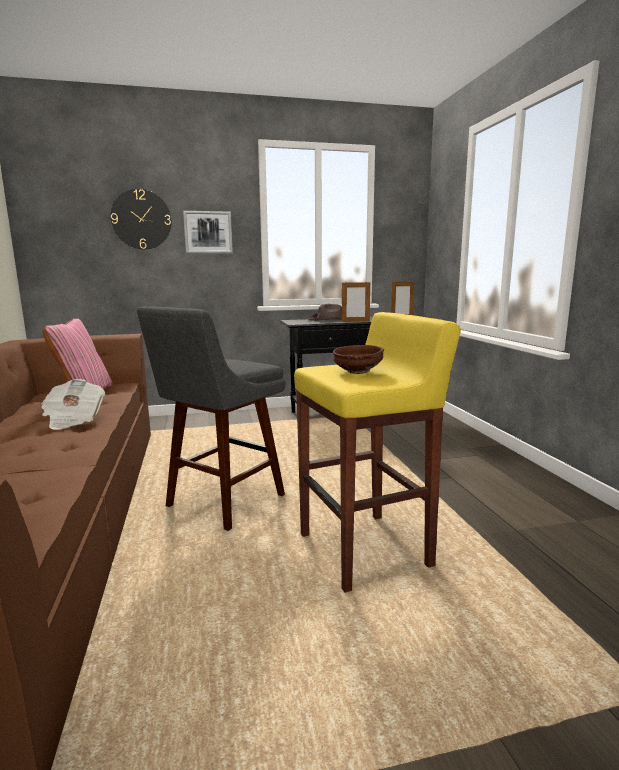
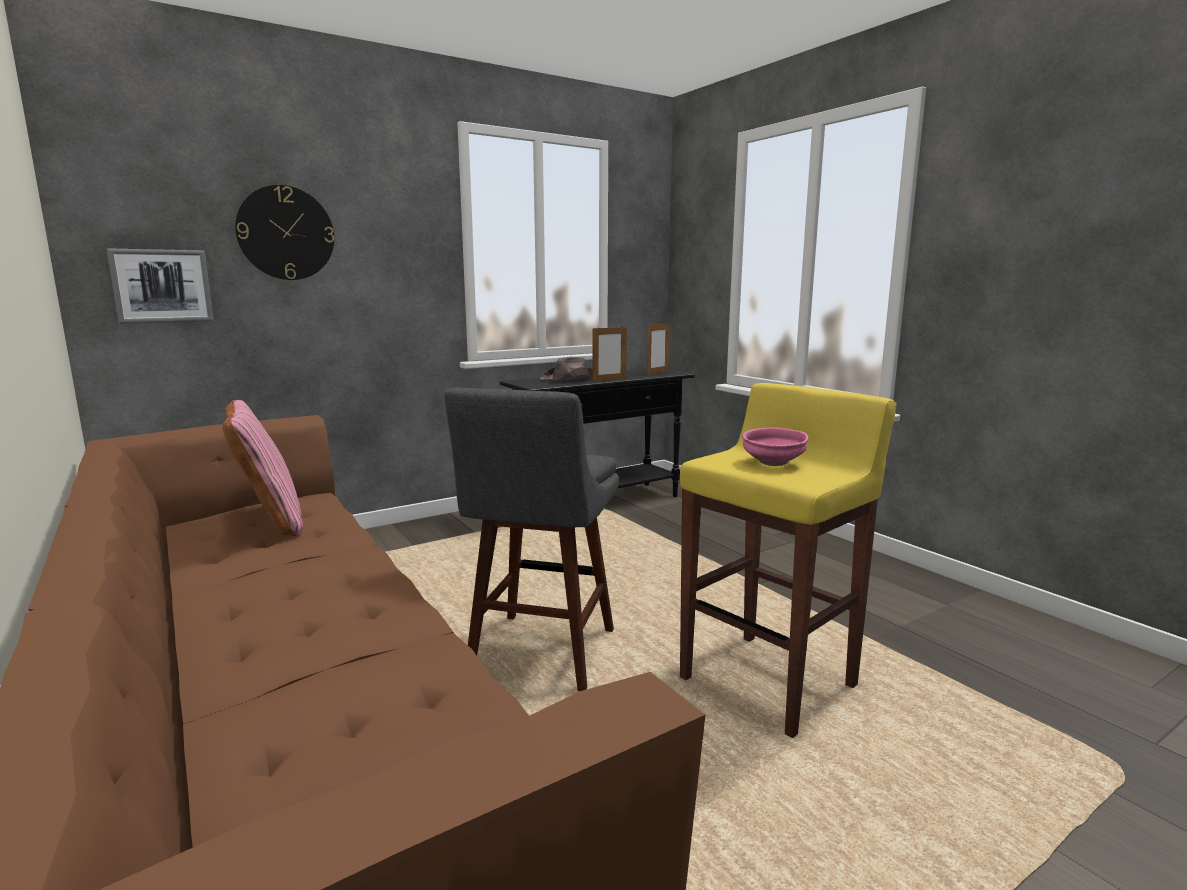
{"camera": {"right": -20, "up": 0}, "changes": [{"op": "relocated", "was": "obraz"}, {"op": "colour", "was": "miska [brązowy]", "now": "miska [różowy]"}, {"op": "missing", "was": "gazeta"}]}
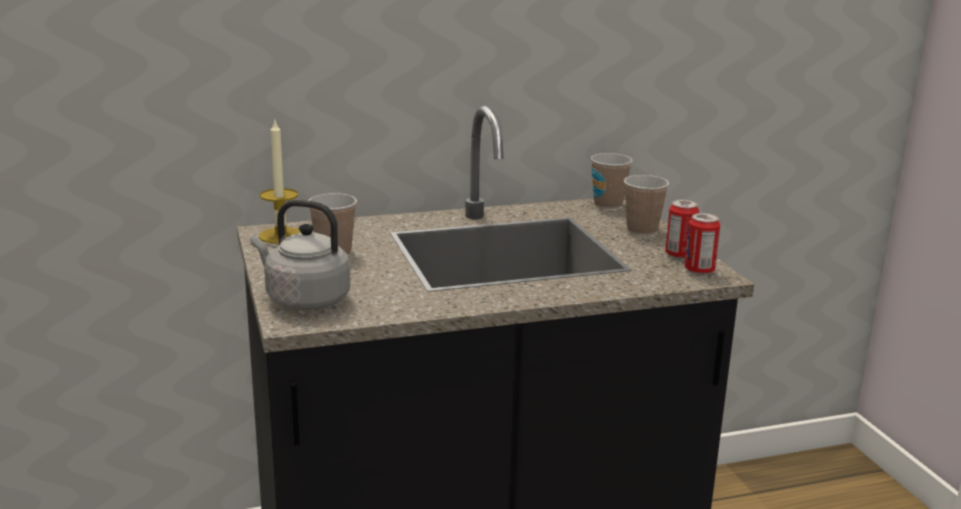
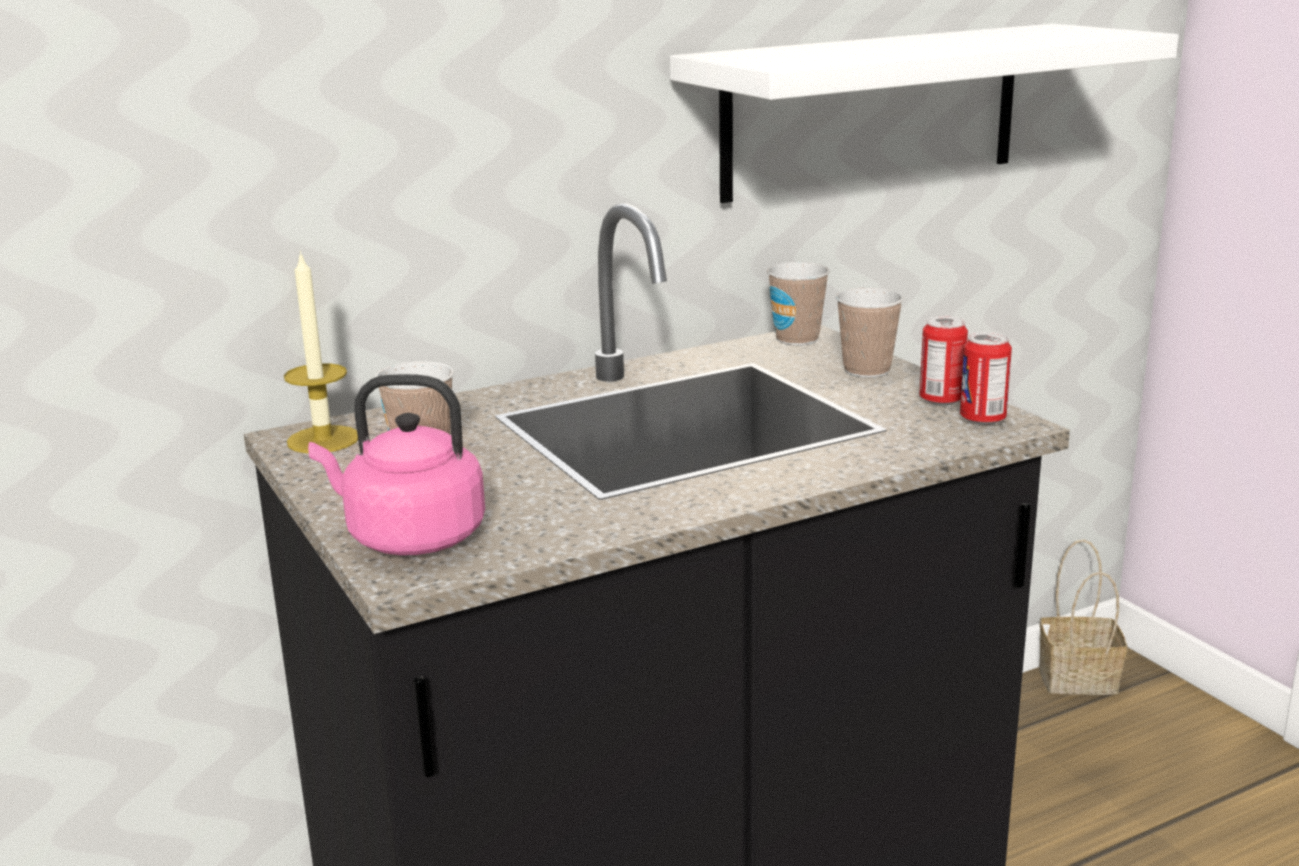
{"camera": {"right": -10, "up": 0}, "changes": [{"op": "colour", "was": "czajnik [szary]", "now": "czajnik [różowy]"}, {"op": "appeared", "now": "półka [biały]"}, {"op": "appeared", "now": "koszyk"}]}
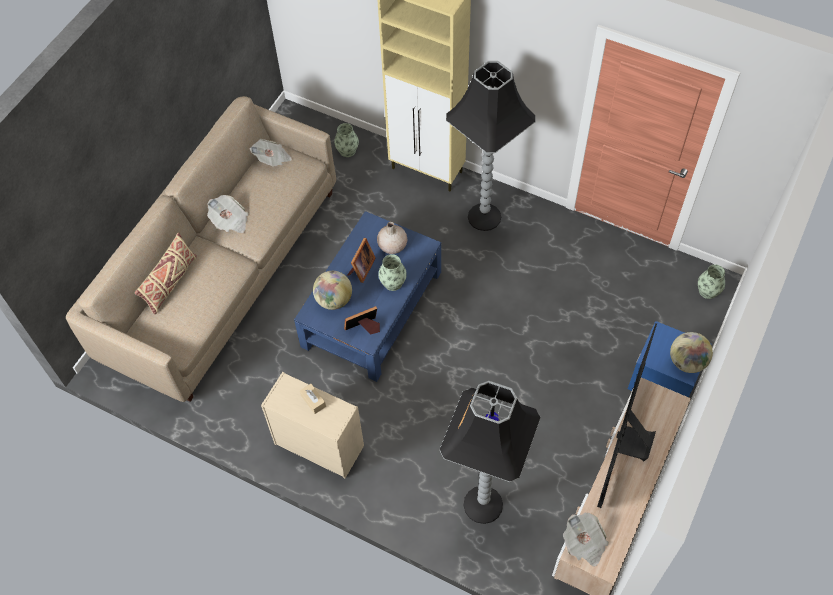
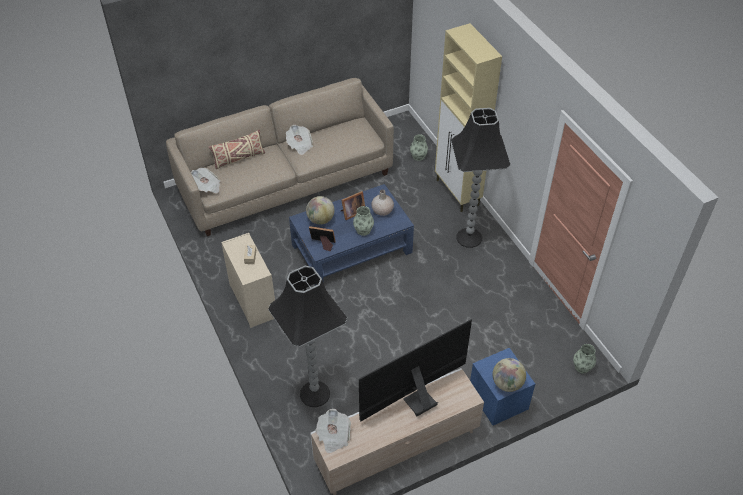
{"camera": {"right": 35, "up": -10}, "changes": [{"op": "relocated", "was": "gazeta (no. 2 from left in the first image)", "now": "gazeta (no. 1 from left)"}]}
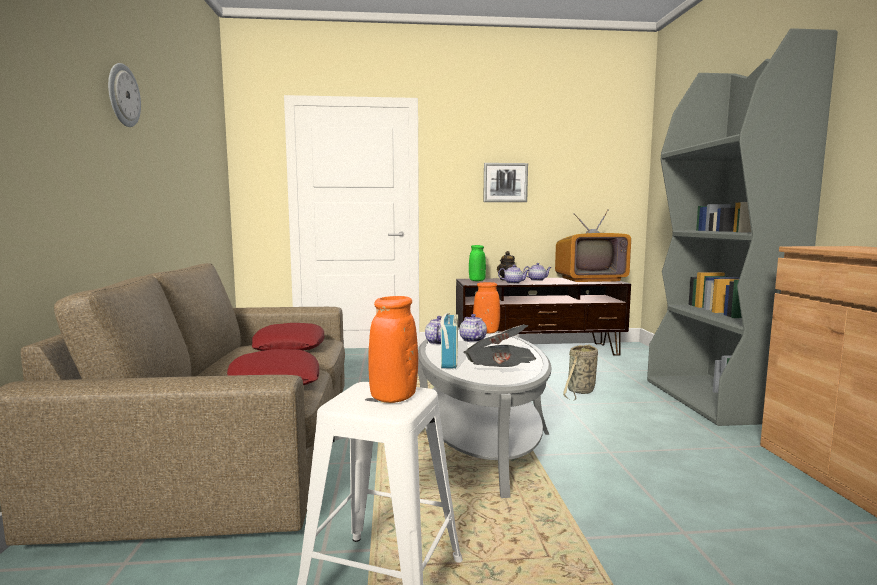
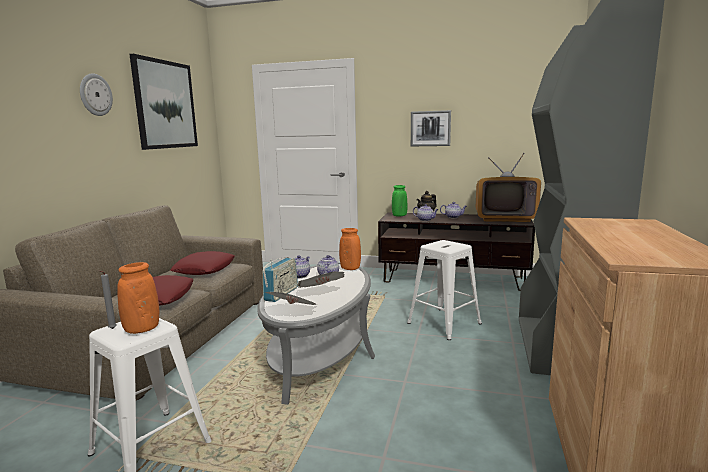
{"camera": {"right": 20, "up": 5}, "changes": [{"op": "appeared", "now": "świeca [szary]"}, {"op": "appeared", "now": "obraz (no. 1 from left)"}, {"op": "exchanged", "was": "koszyk", "now": "stołek [biały] (no. 2 from left)"}]}
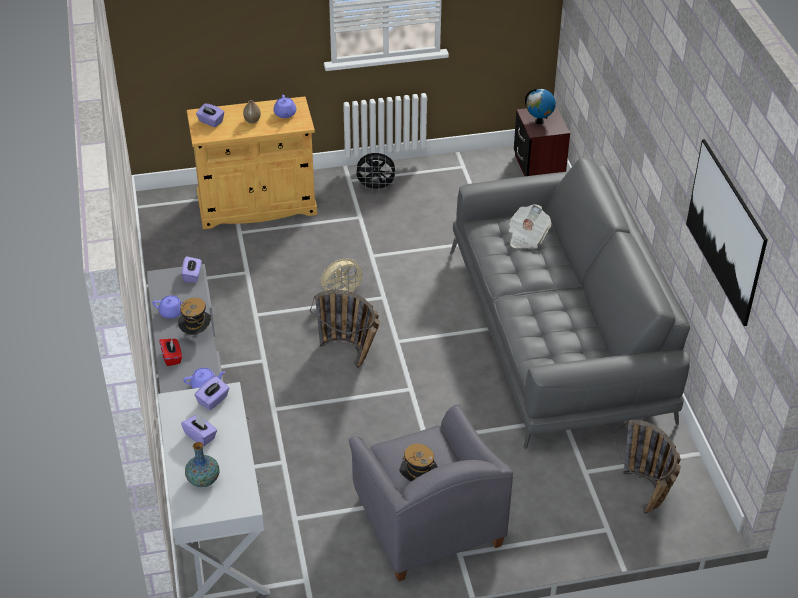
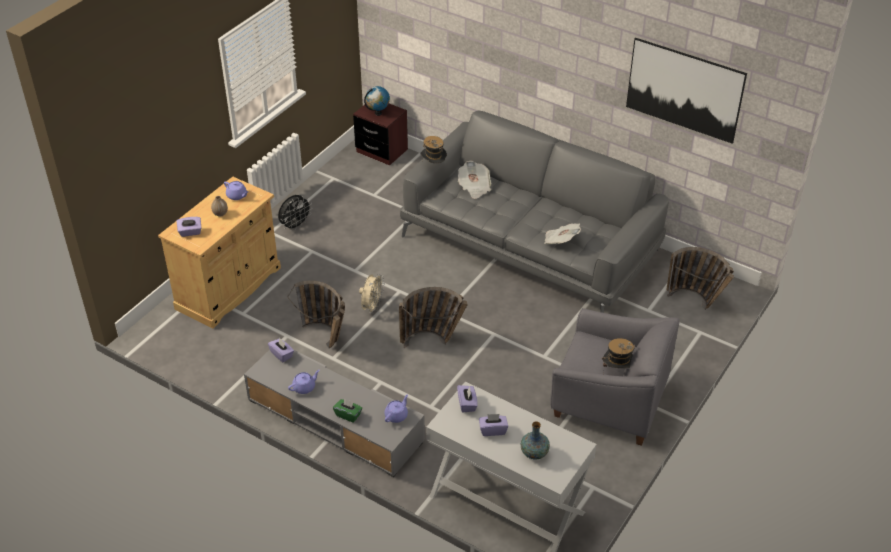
{"camera": {"right": -45, "up": 0}, "changes": [{"op": "appeared", "now": "koszyk (no. 1 from left)"}, {"op": "colour", "was": "pudełko chusteczek [czerwony]", "now": "pudełko chusteczek [zielony]"}, {"op": "relocated", "was": "kapelusz (no. 1 from left)"}, {"op": "appeared", "now": "gazeta (no. 2 from left)"}]}
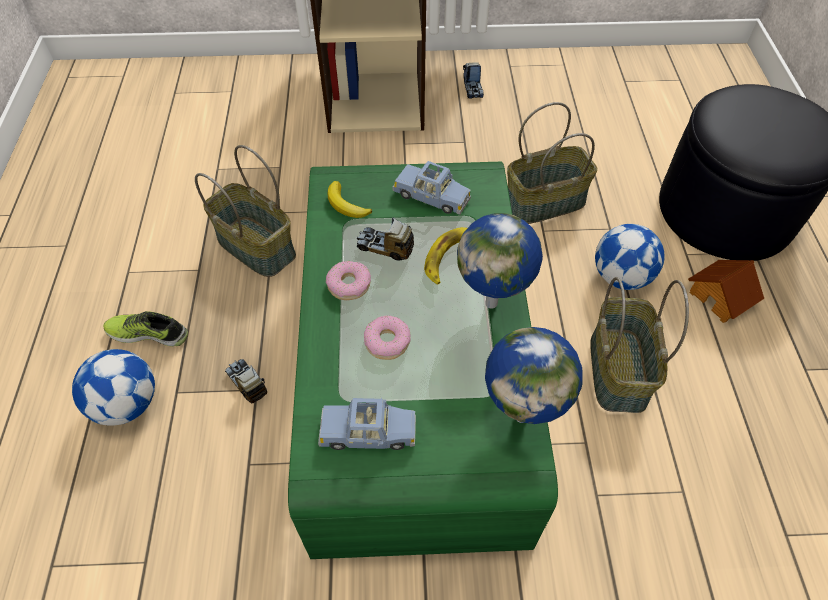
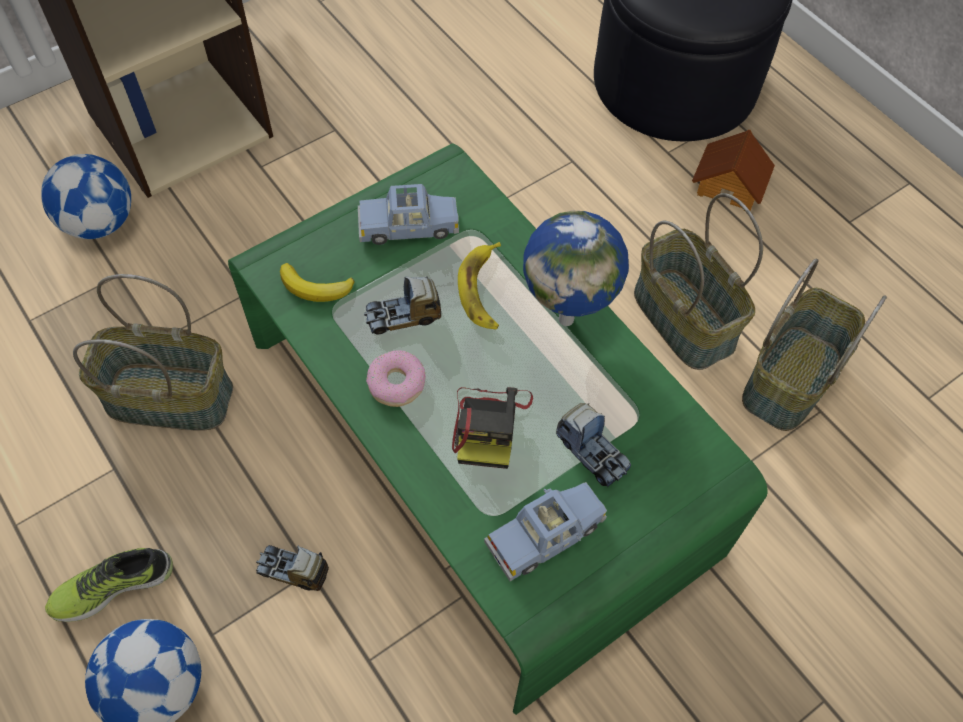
{"camera": {"right": -35, "up": 5}, "changes": [{"op": "relocated", "was": "piłka futbolowa (no. 2 from left in the first image)", "now": "piłka futbolowa (no. 1 from left)"}, {"op": "exchanged", "was": "donut (no. 2 from left)", "now": "aparat fotograficzny"}, {"op": "relocated", "was": "ciężarówka zabawkowa (no. 3 from left)"}, {"op": "relocated", "was": "koszyk (no. 2 from left in the first image)", "now": "koszyk (no. 3 from left)"}, {"op": "missing", "was": "globus (no. 2 from left)"}]}
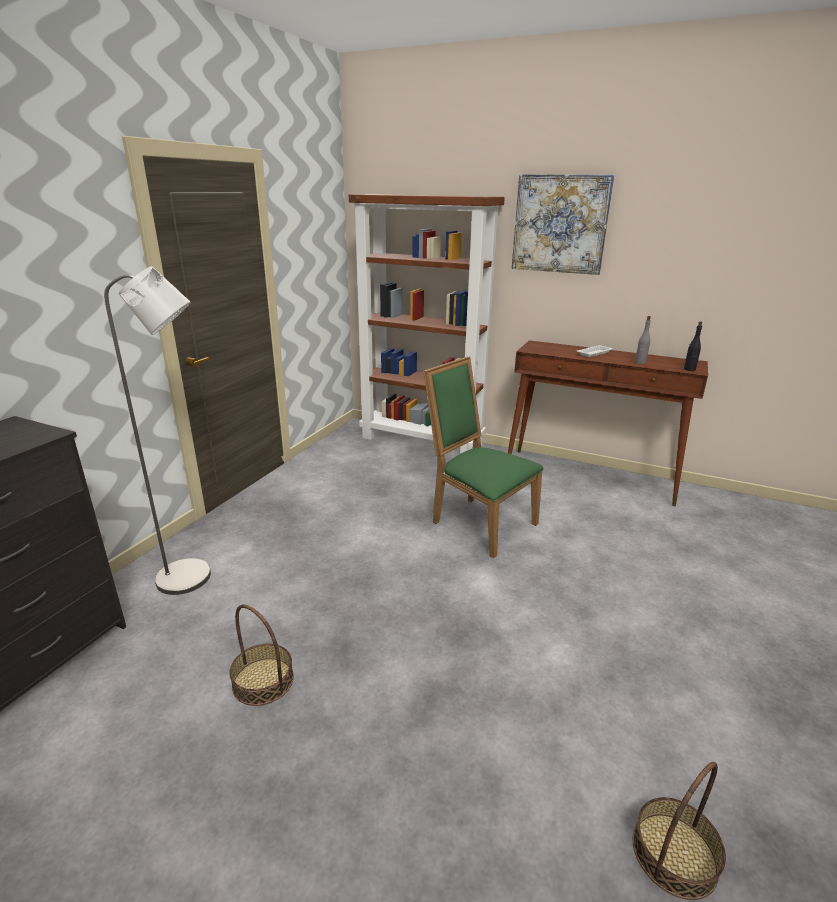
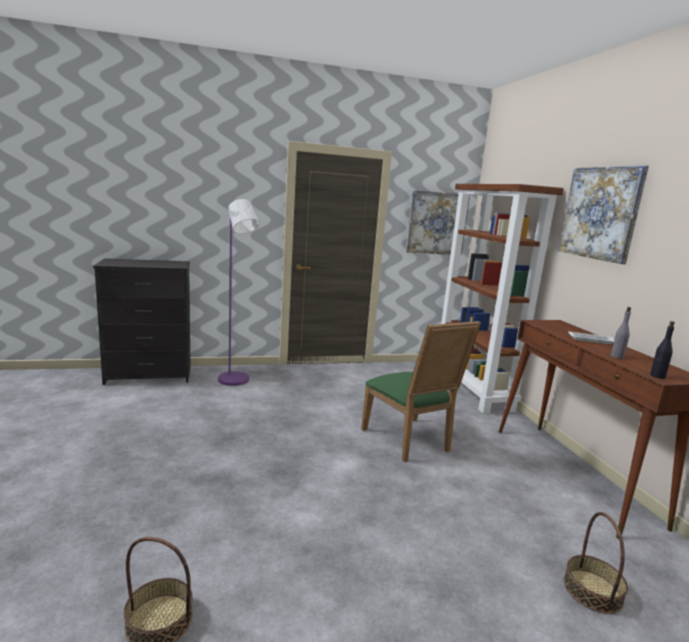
{"camera": {"right": 50, "up": -10}, "changes": [{"op": "colour", "was": "lampa stojąca [szary]", "now": "lampa stojąca [fioletowy]"}, {"op": "spun", "was": "krzesło [zielony]", "clockwise": 150}, {"op": "appeared", "now": "obraz (no. 1 from left)"}, {"op": "relocated", "was": "koszyk (no. 1 from left in the first image)", "now": "koszyk (no. 2 from left)"}]}
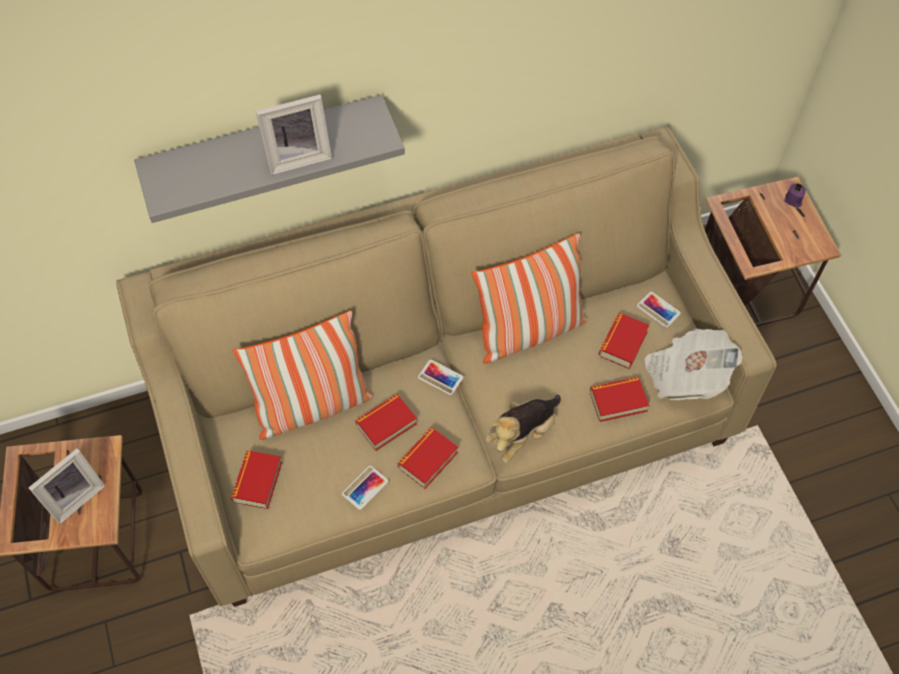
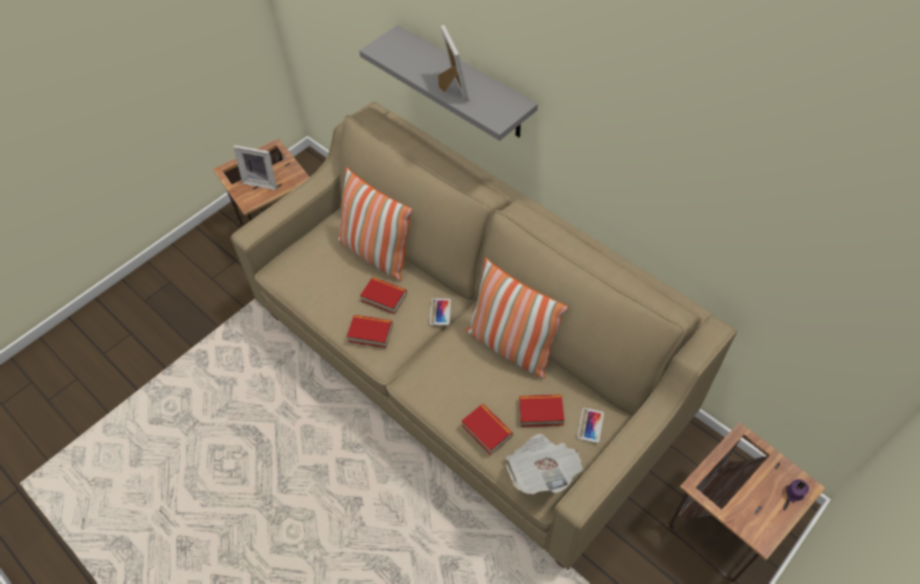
{"camera": {"right": 65, "up": -5}, "changes": [{"op": "spun", "was": "ramka na zdjęcie (no. 2 from left)", "clockwise": -150}, {"op": "missing", "was": "książka (no. 1 from left)"}, {"op": "missing", "was": "telefon (no. 1 from left)"}, {"op": "missing", "was": "pluszak"}]}
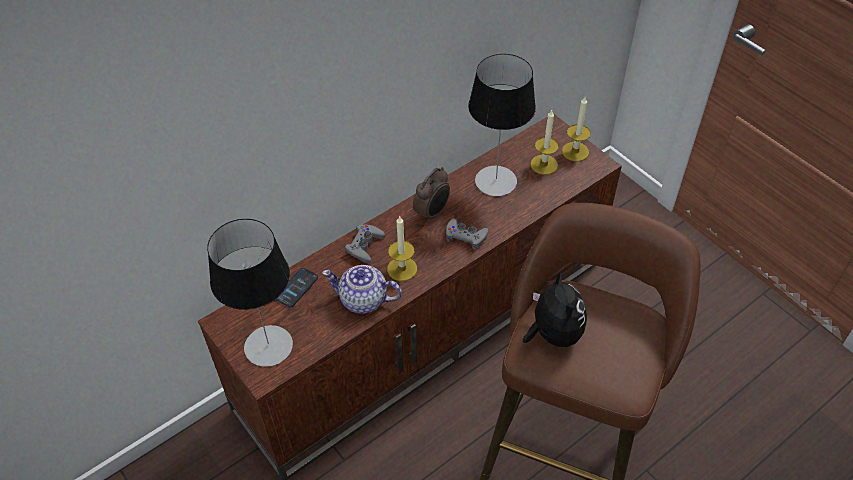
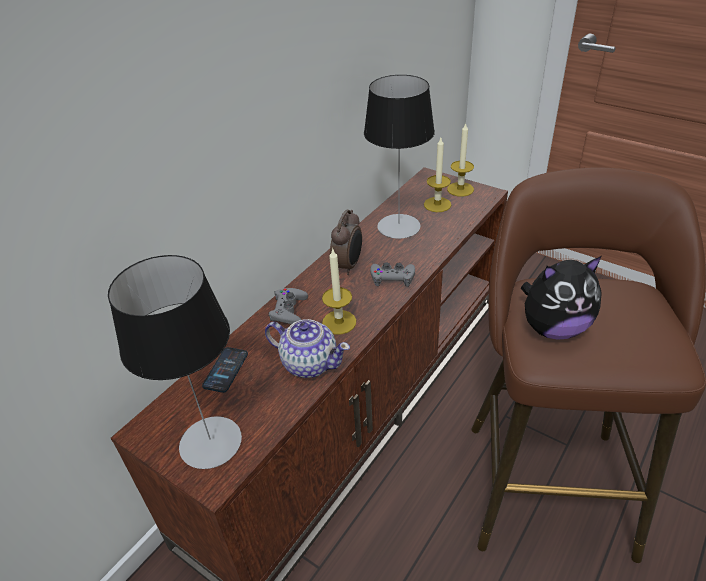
{"camera": {"right": -15, "up": -10}, "changes": [{"op": "spun", "was": "imbryk", "clockwise": -150}, {"op": "spun", "was": "pluszak", "clockwise": 105}]}
